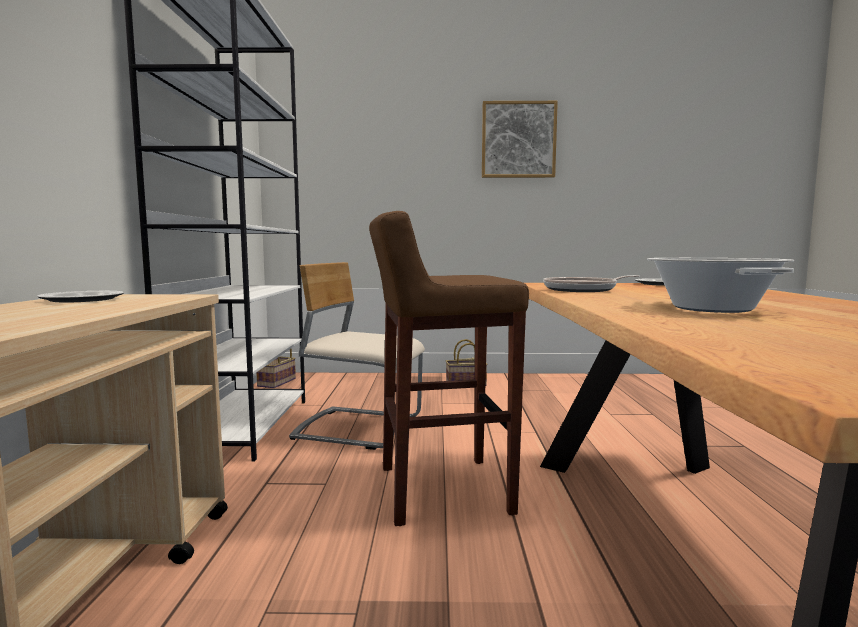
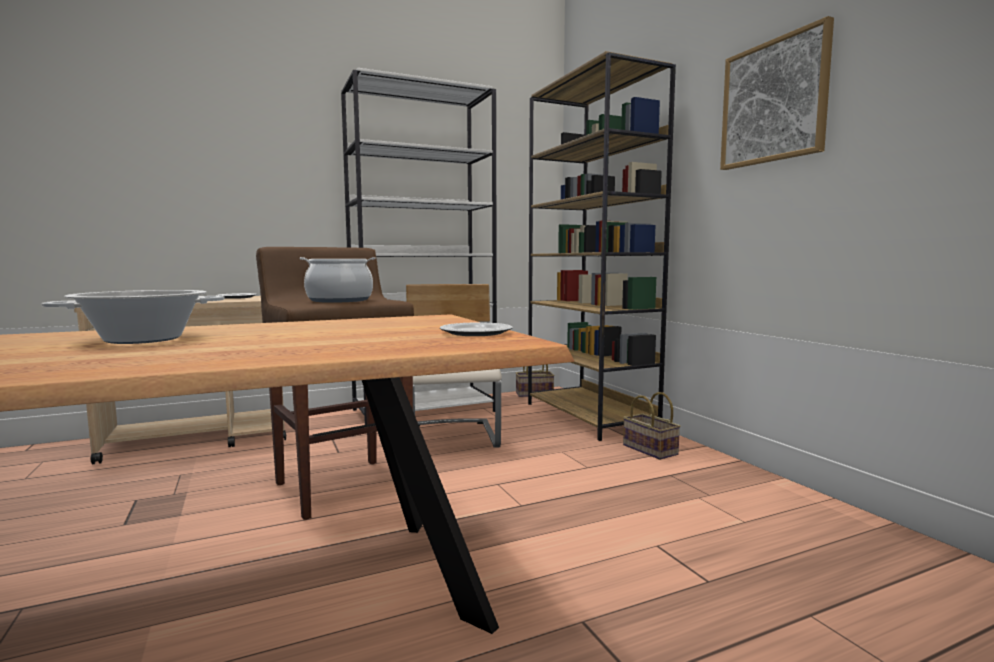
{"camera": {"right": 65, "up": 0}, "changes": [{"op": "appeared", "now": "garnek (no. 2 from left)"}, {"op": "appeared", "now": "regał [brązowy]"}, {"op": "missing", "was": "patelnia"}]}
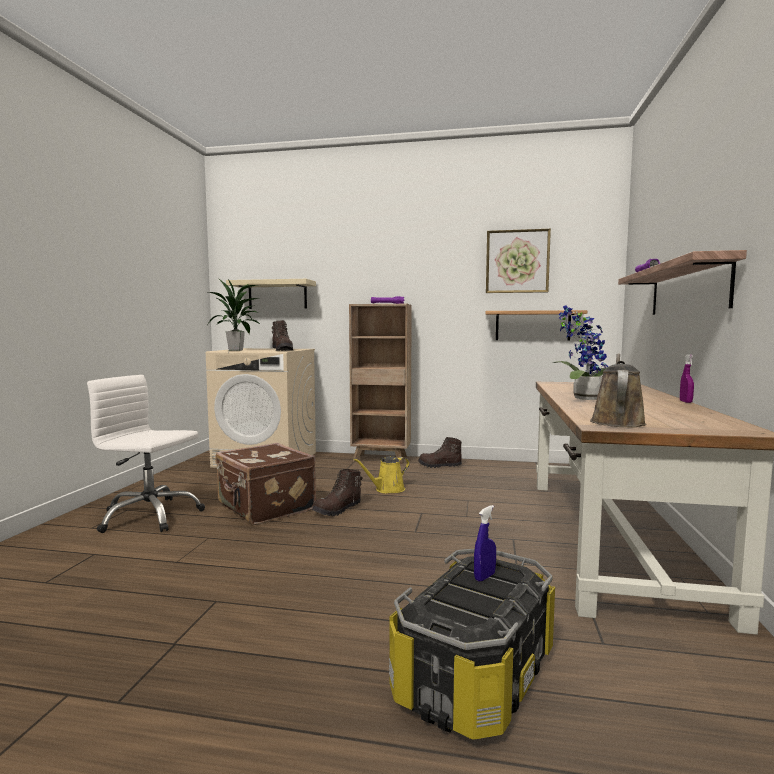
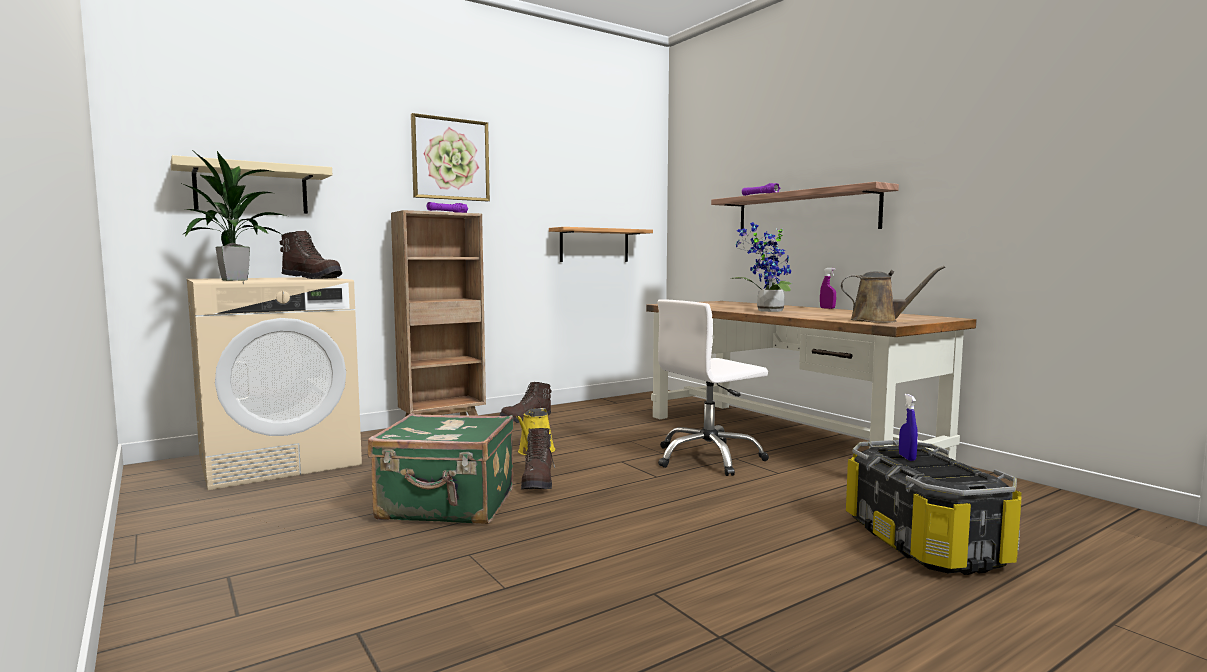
{"camera": {"right": -45, "up": 0}, "changes": [{"op": "colour", "was": "walizka [brązowy]", "now": "walizka [zielony]"}, {"op": "relocated", "was": "obraz"}, {"op": "relocated", "was": "krzesło biurowe [biały]"}, {"op": "spun", "was": "konewka [brązowy]", "clockwise": 135}]}
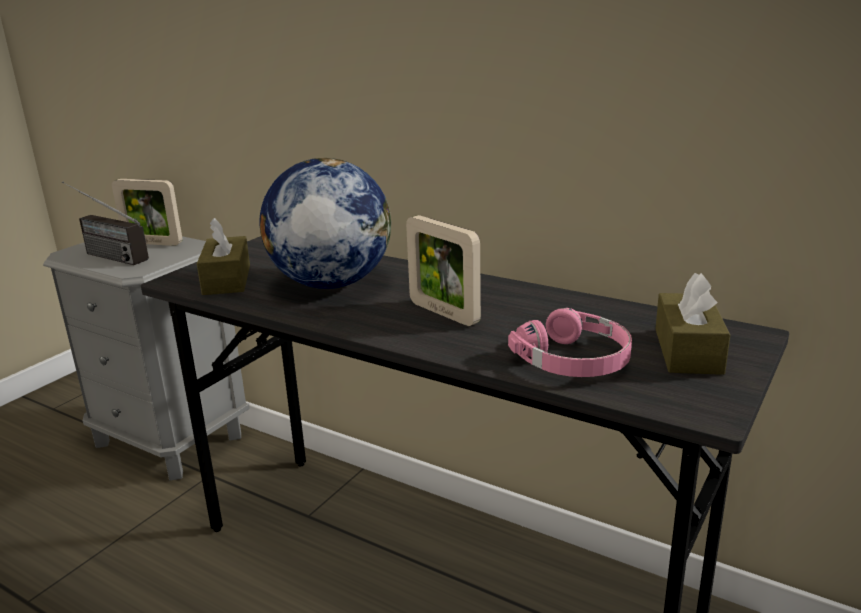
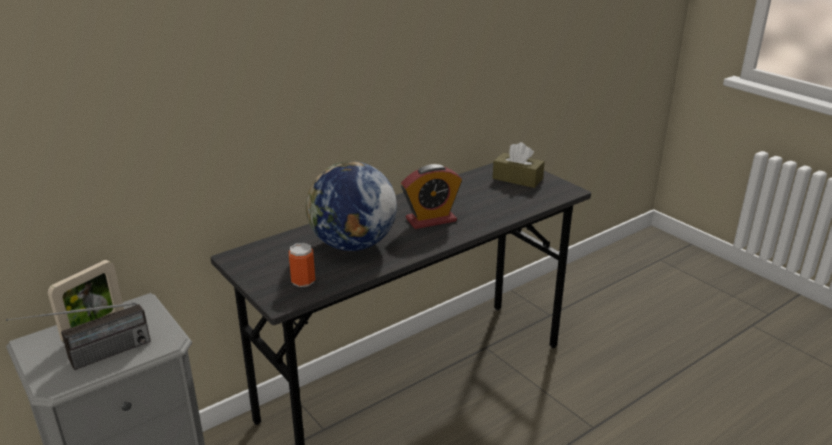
{"camera": {"right": -70, "up": 5}, "changes": [{"op": "exchanged", "was": "pudełko chusteczek [brązowy] (no. 1 from left)", "now": "puszka"}, {"op": "exchanged", "was": "ramka na zdjęcie (no. 2 from left)", "now": "budzik"}, {"op": "missing", "was": "słuchawki [różowy]"}]}
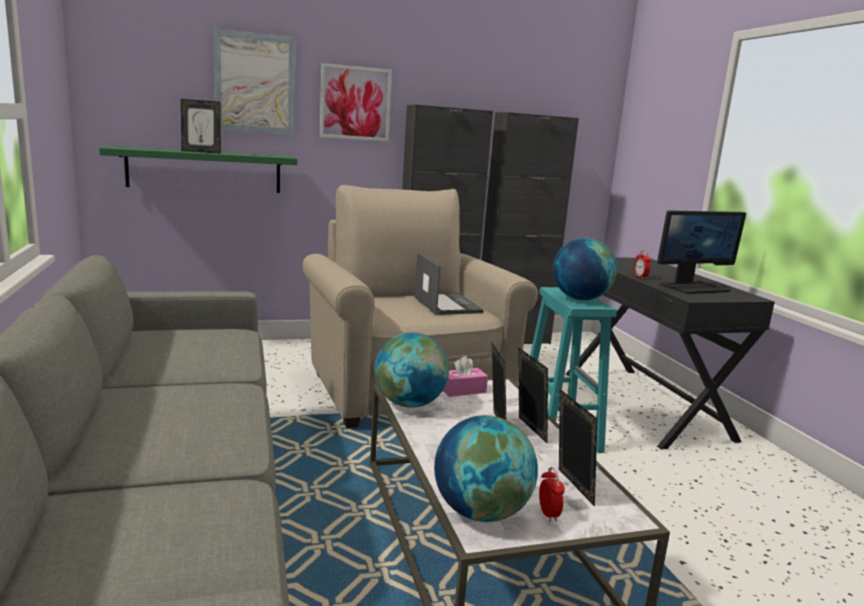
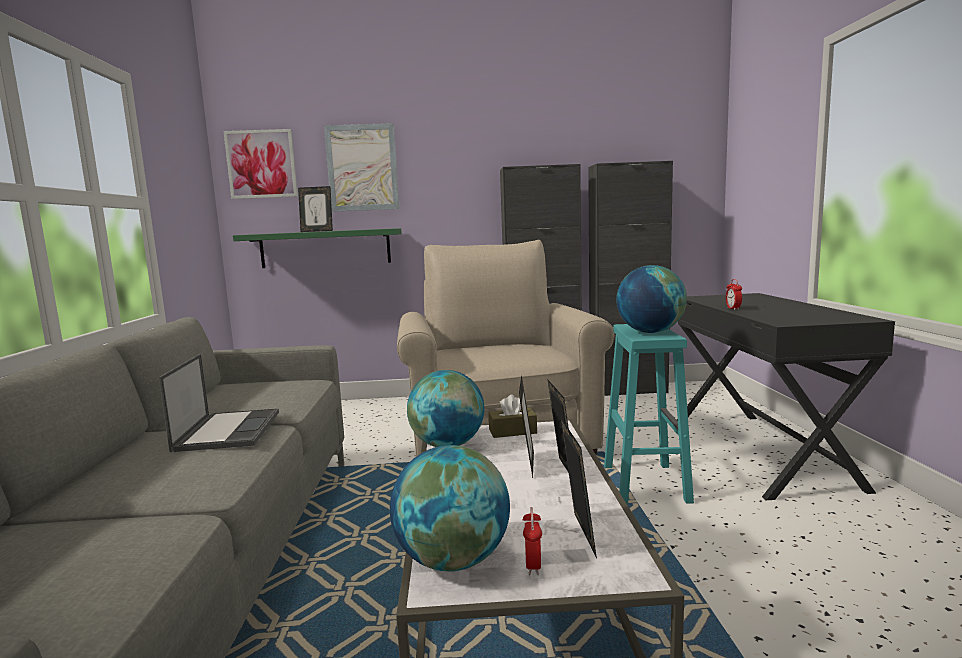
{"camera": {"right": 15, "up": -5}, "changes": [{"op": "relocated", "was": "laptop"}, {"op": "relocated", "was": "obraz (no. 2 from left in the first image)", "now": "obraz (no. 1 from left)"}, {"op": "colour", "was": "pudełko chusteczek [różowy]", "now": "pudełko chusteczek [brązowy]"}, {"op": "missing", "was": "monitor"}]}
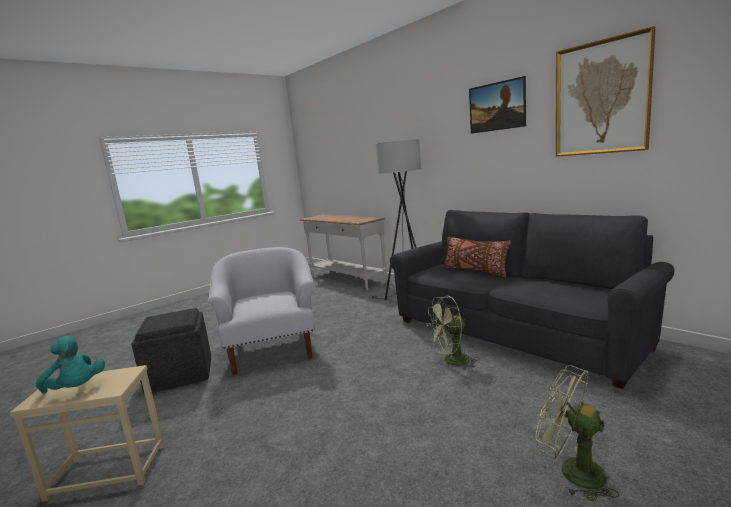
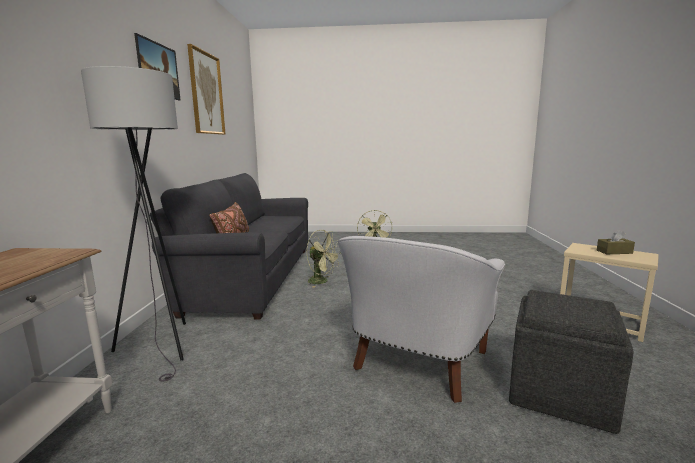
{"camera": {"right": -135, "up": 0}, "changes": [{"op": "exchanged", "was": "pluszak [turkusowy]", "now": "pudełko chusteczek [brązowy]"}]}
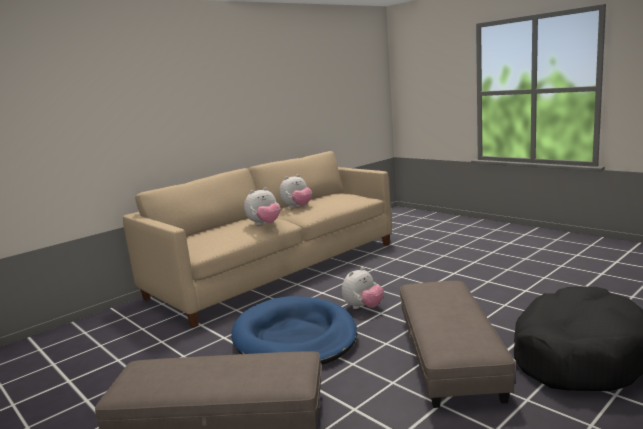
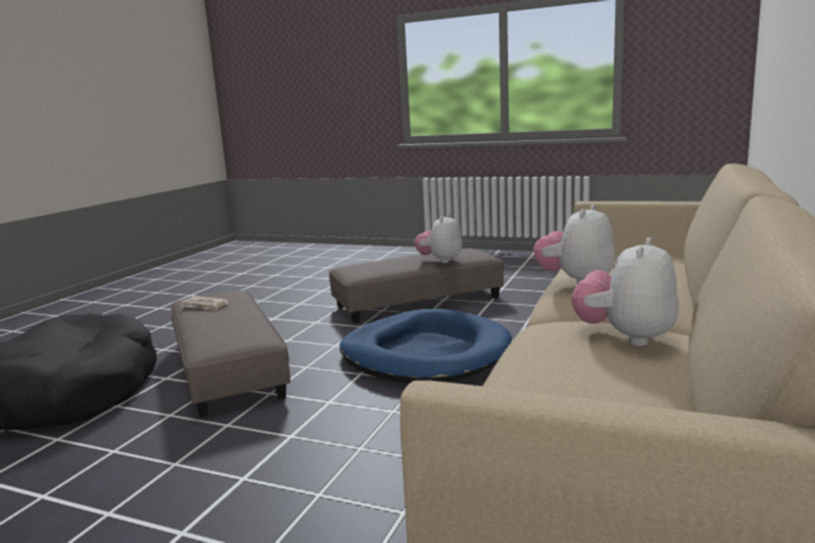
{"camera": {"right": 155, "up": 0}, "changes": [{"op": "appeared", "now": "gazeta"}, {"op": "relocated", "was": "pluszak (no. 3 from left in the first image)", "now": "pluszak (no. 1 from left)"}]}
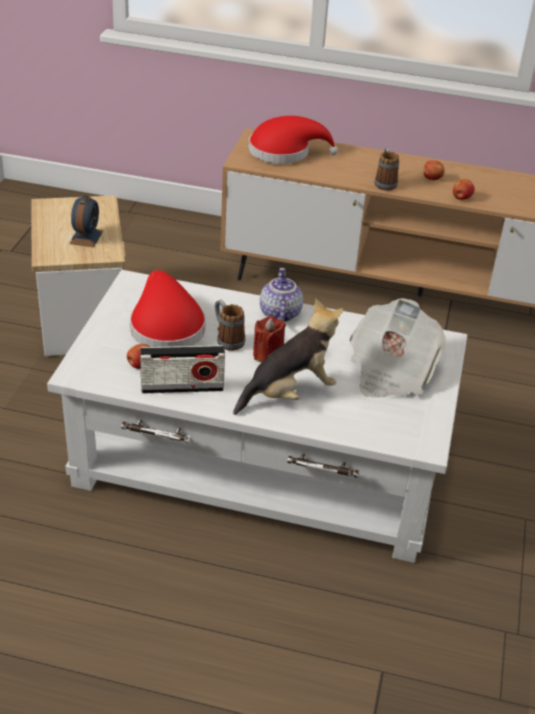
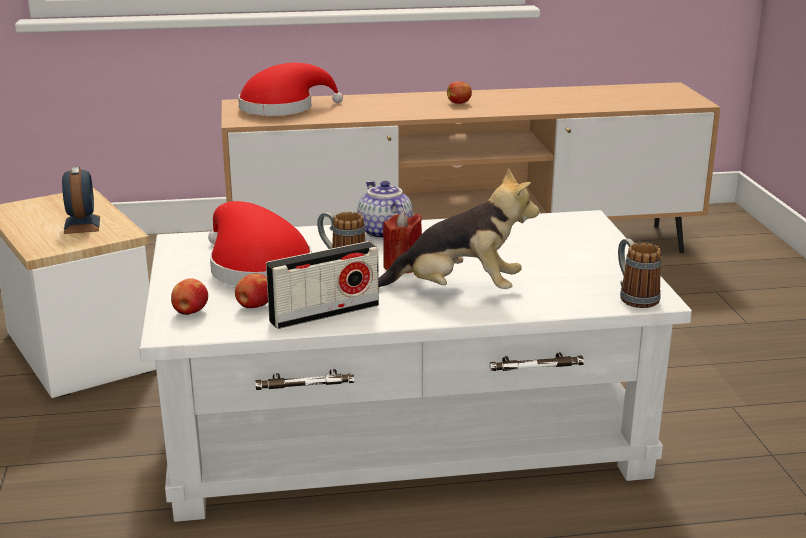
{"camera": {"right": -20, "up": -15}, "changes": [{"op": "relocated", "was": "jabłko (no. 3 from left in the first image)", "now": "jabłko (no. 1 from left)"}, {"op": "spun", "was": "pluszak", "clockwise": 60}, {"op": "relocated", "was": "kubek (no. 2 from left)"}, {"op": "missing", "was": "gazeta"}]}
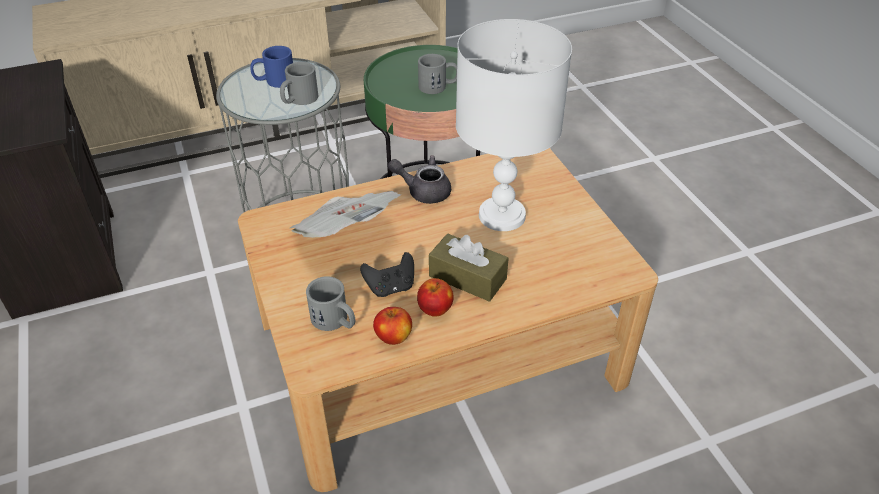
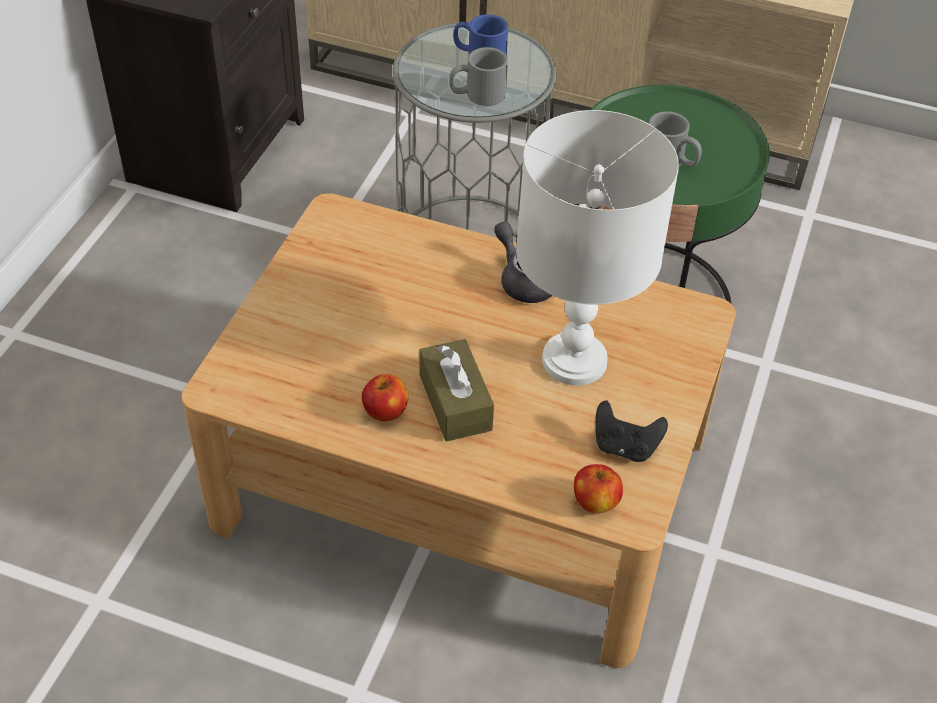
{"camera": {"right": 40, "up": 5}, "changes": [{"op": "relocated", "was": "jabłko (no. 1 from left in the first image)", "now": "jabłko (no. 2 from left)"}, {"op": "relocated", "was": "pad do gier [czarny]"}, {"op": "missing", "was": "gazeta"}, {"op": "missing", "was": "kubek [szary] (no. 2 from left)"}]}
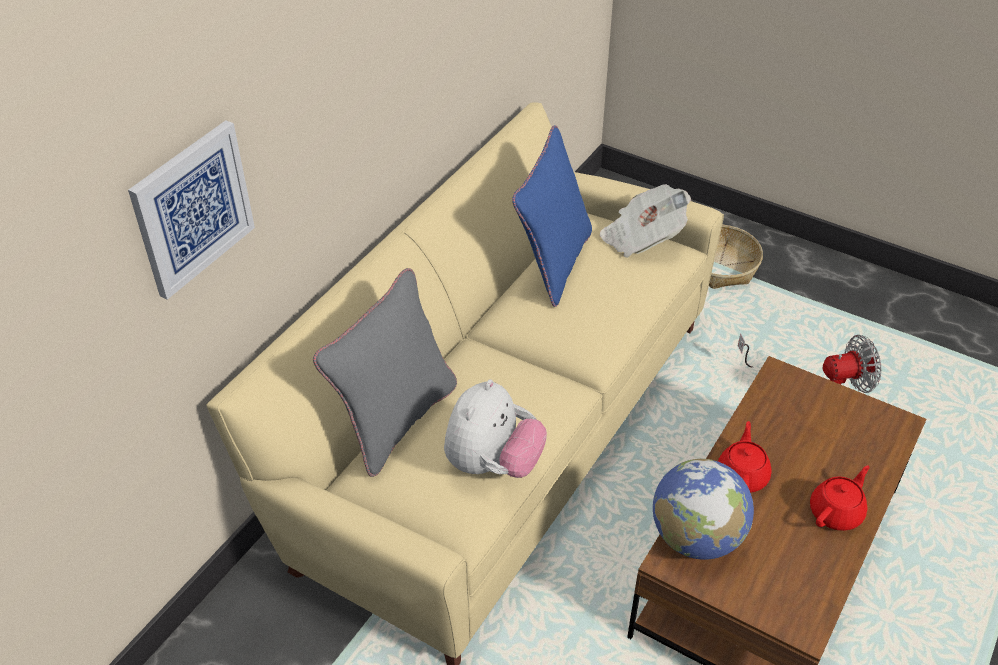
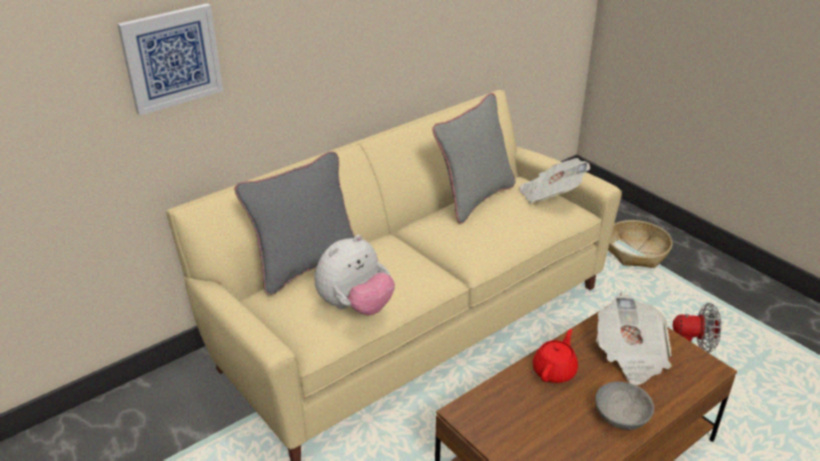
{"camera": {"right": 20, "up": -10}, "changes": [{"op": "colour", "was": "poduszka [niebieski]", "now": "poduszka [szary] (no. 2 from left)"}, {"op": "exchanged", "was": "imbryk [czerwony] (no. 2 from left)", "now": "miska [szary]"}, {"op": "appeared", "now": "gazeta (no. 2 from left)"}, {"op": "missing", "was": "globus"}]}
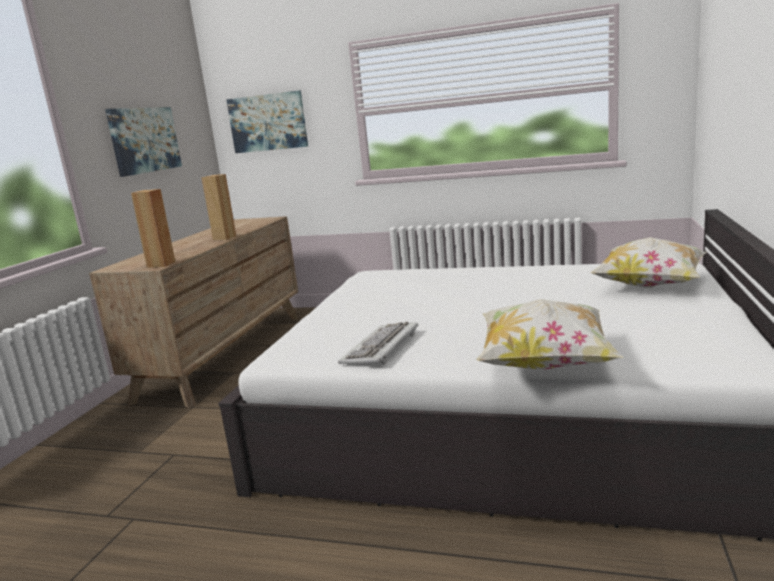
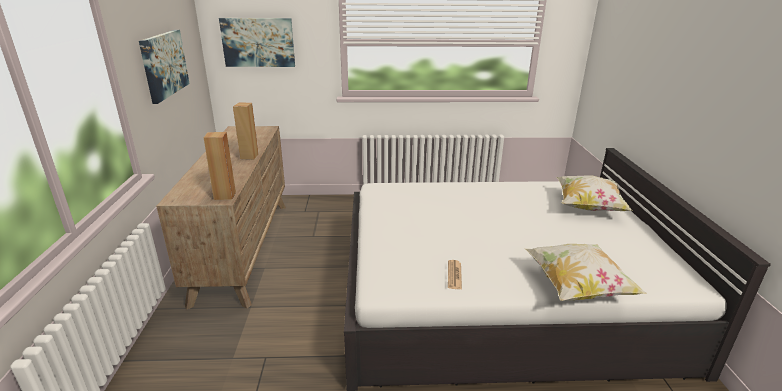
{"camera": {"right": -20, "up": 10}, "changes": [{"op": "exchanged", "was": "klawiatura", "now": "gazeta"}]}
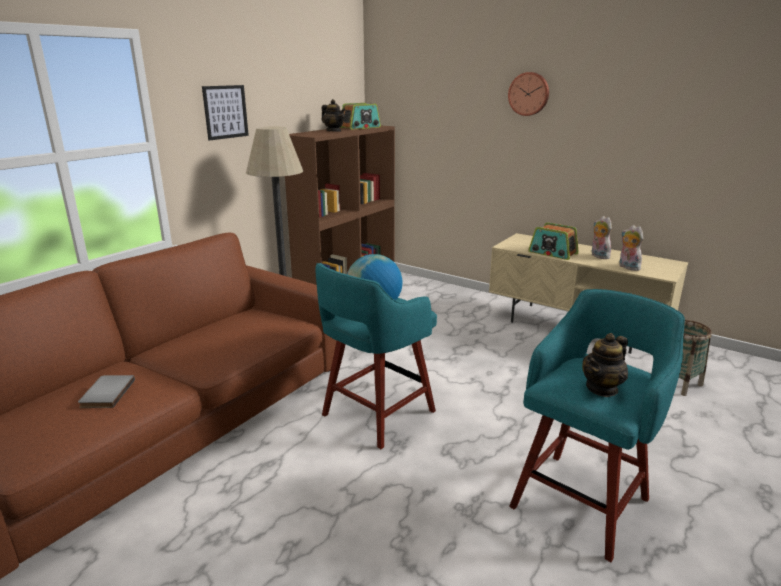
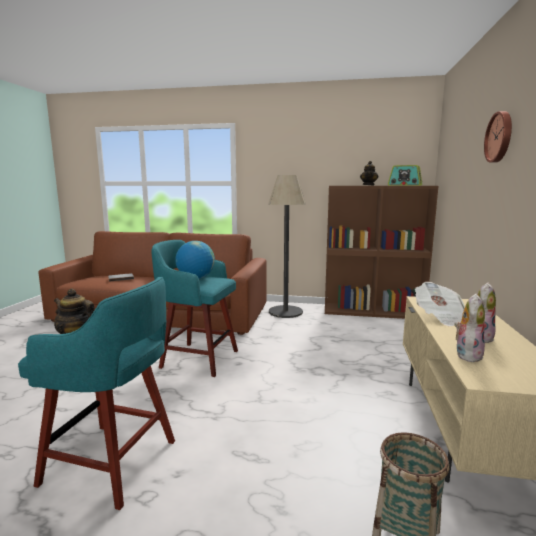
{"camera": {"right": 65, "up": -10}, "changes": [{"op": "exchanged", "was": "radio (no. 2 from left)", "now": "gazeta"}, {"op": "missing", "was": "obraz"}]}
